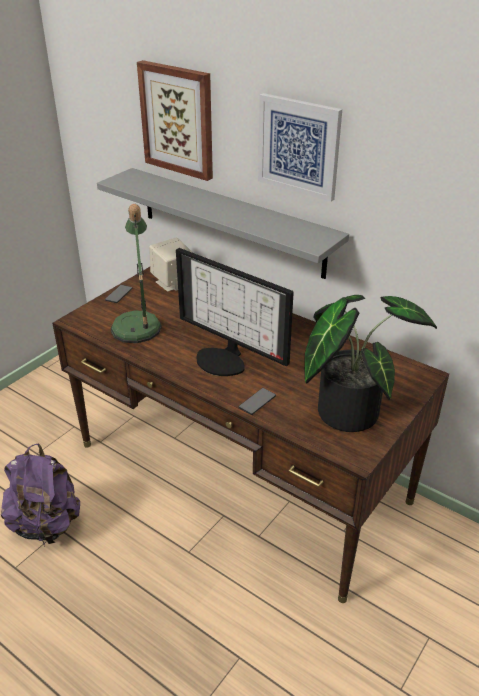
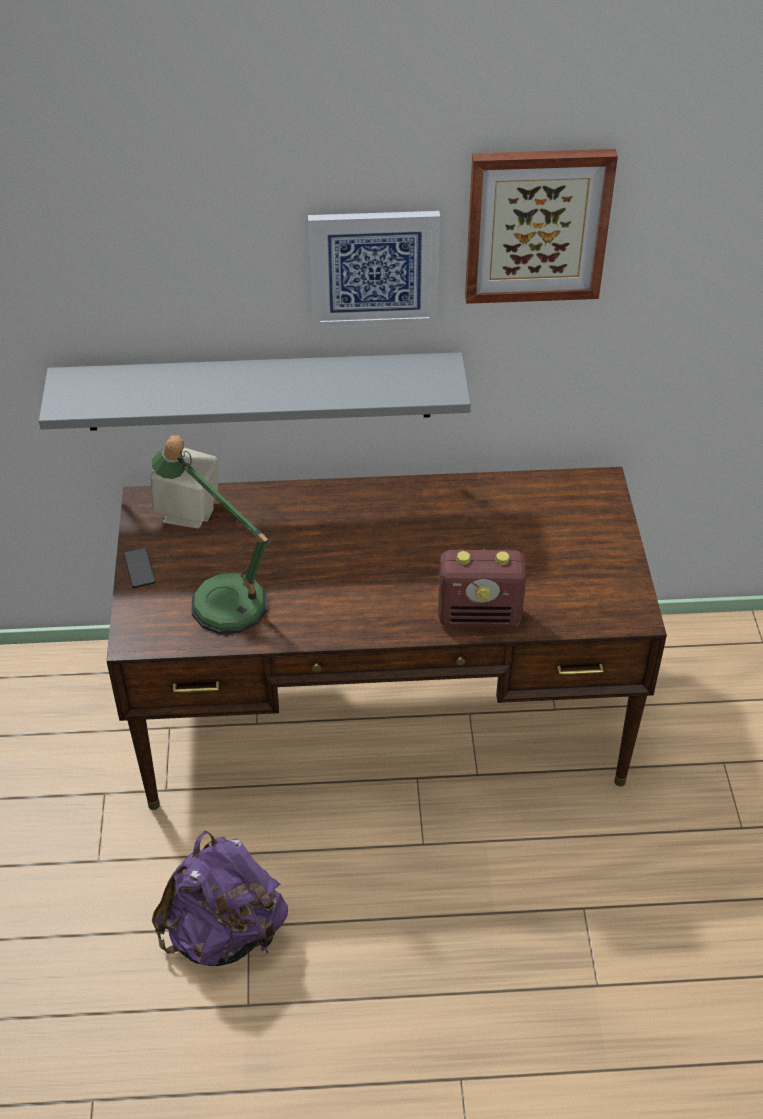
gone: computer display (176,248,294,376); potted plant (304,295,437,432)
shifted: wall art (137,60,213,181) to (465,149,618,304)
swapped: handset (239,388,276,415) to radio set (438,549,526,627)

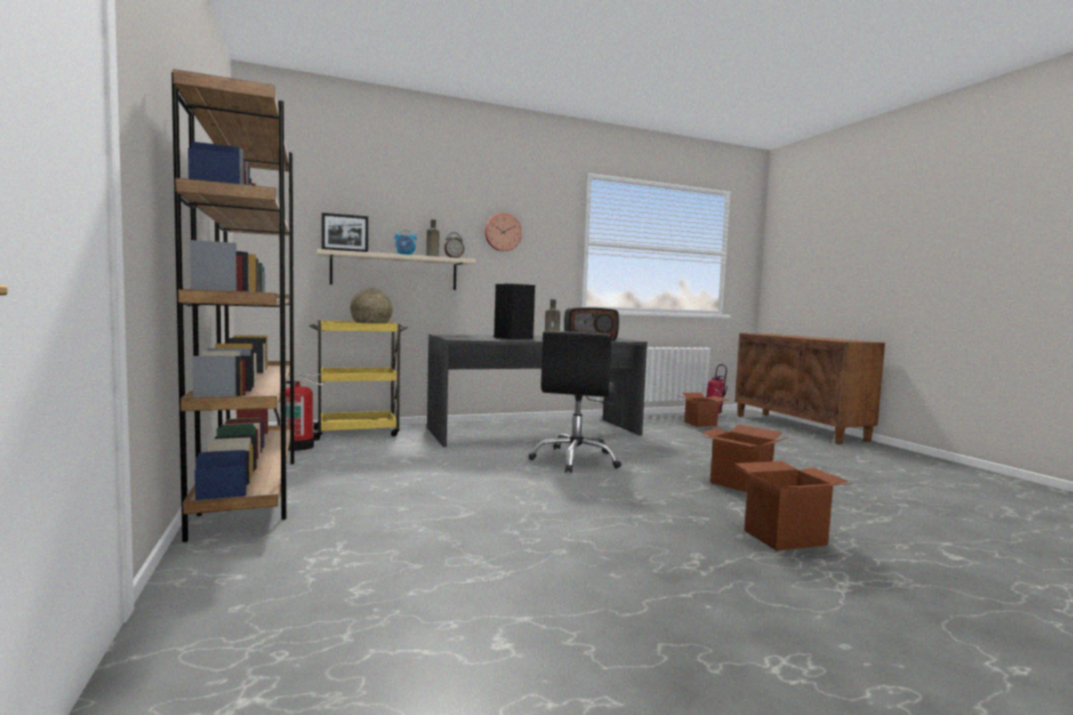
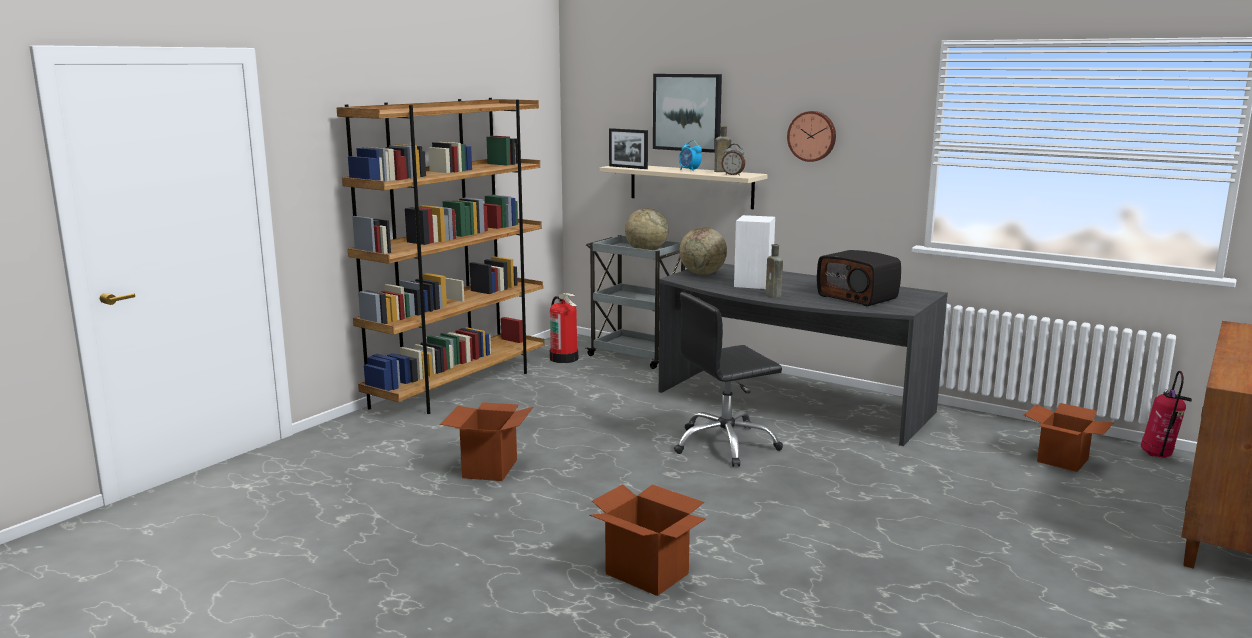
new: wall art (653,74,722,153); world globe (679,227,727,275)
shifted: cardboard box (701,424,787,492) to (440,402,533,481)
repainted: black-coloured loudspeaker (494,284,535,339) to whitish loudspeaker (734,215,775,289); yellow wheeled cart (309,320,408,441) to grey wheeled cart (586,235,685,369)

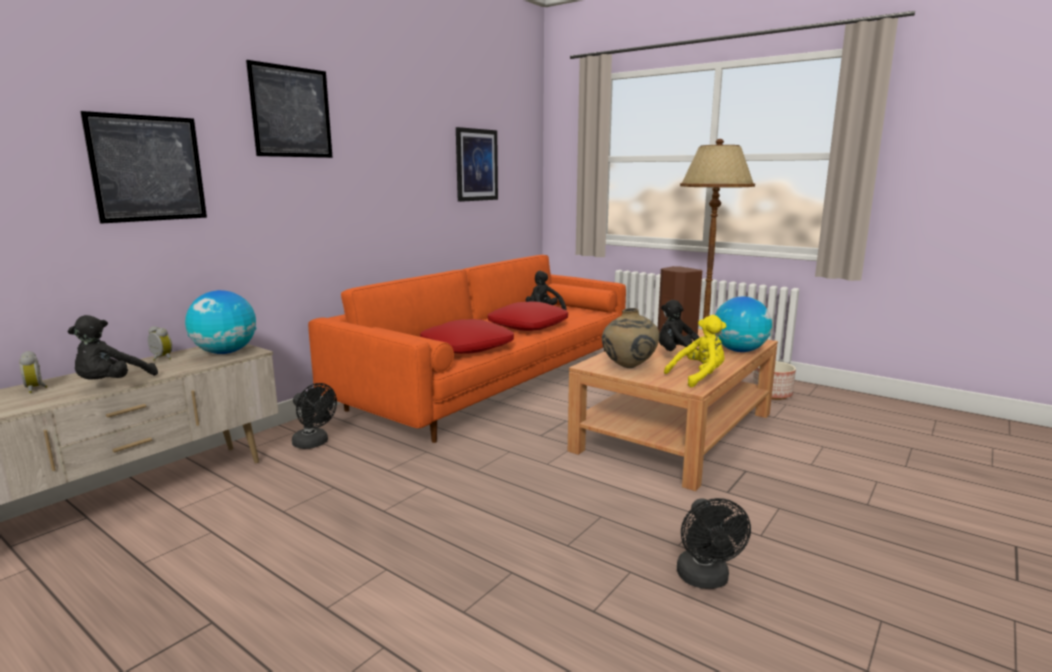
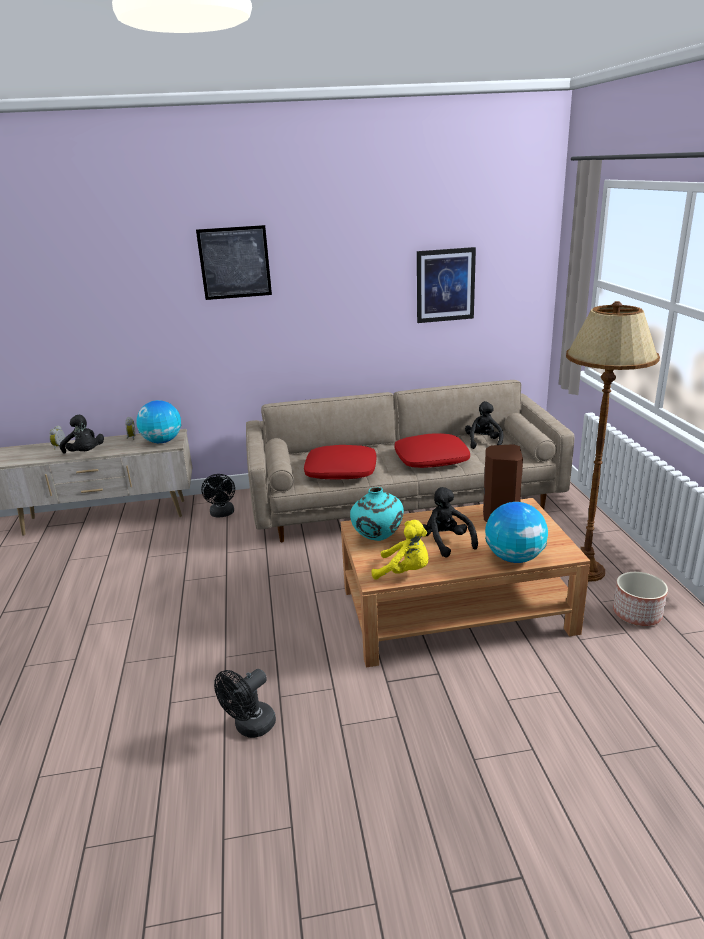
gone: wall art (80,111,207,224)
repainted: orangey sofa (308,255,626,443) to beige-coloured sofa (246,380,574,542); beige-coloured vase (602,308,659,368) to blue-green vase (350,487,404,541)
rotated: black-coloured cuddly toy (68,315,158,380) = (60,415,104,454) 105 degrees counterclockwise

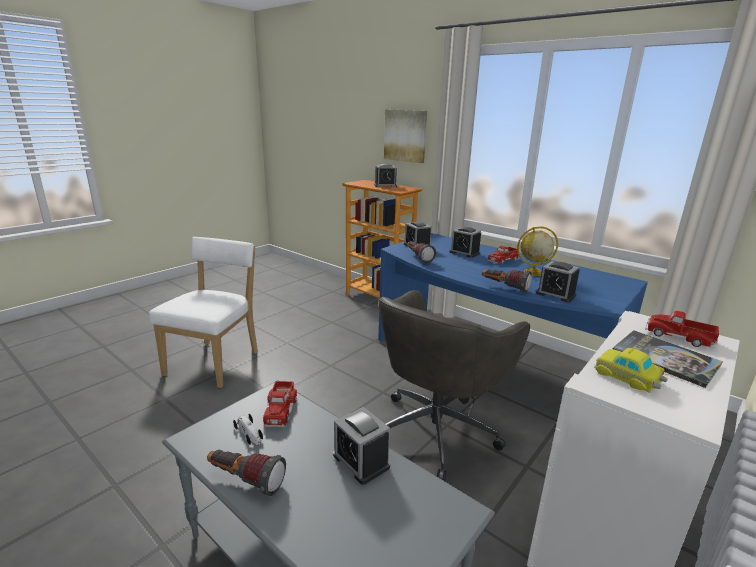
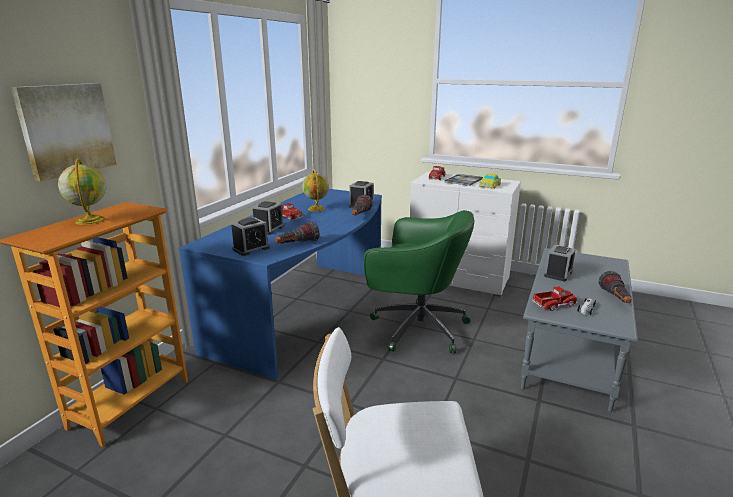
swapped: bedside clock (374,164,397,187) to world globe (58,158,106,225)
repainted: grey computer chair (378,290,530,481) to green-coloured computer chair (364,210,475,353)

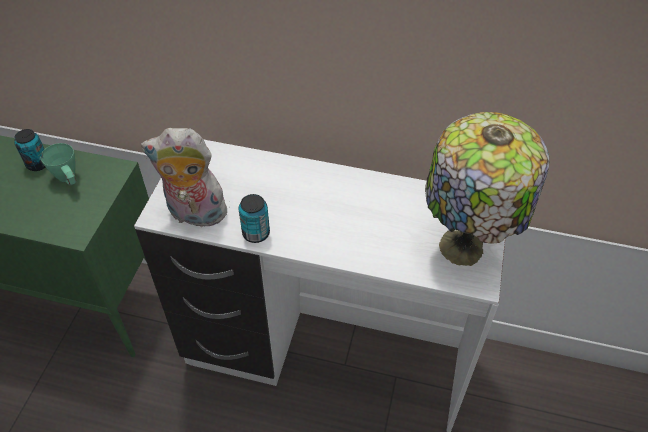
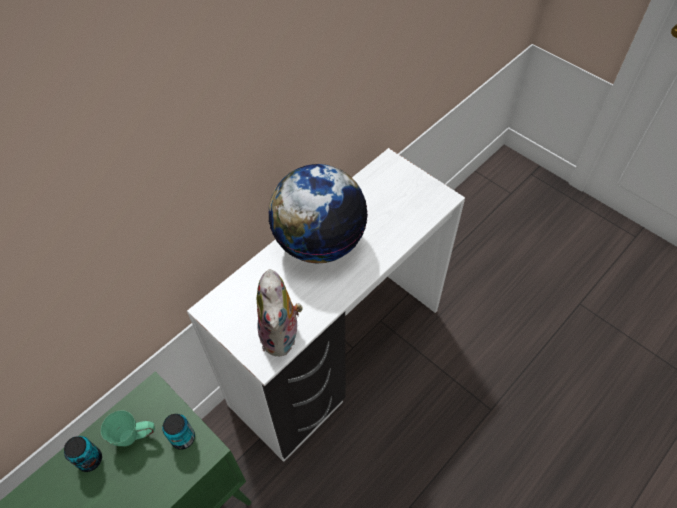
gone: table lamp (425,112,549,266)
new: world globe (268,164,368,263)
shifted: metal can (239,194,270,243) to (162,414,195,450)
rotated: cuddly toy (141,128,233,231) = (257,269,303,357) 45 degrees counterclockwise

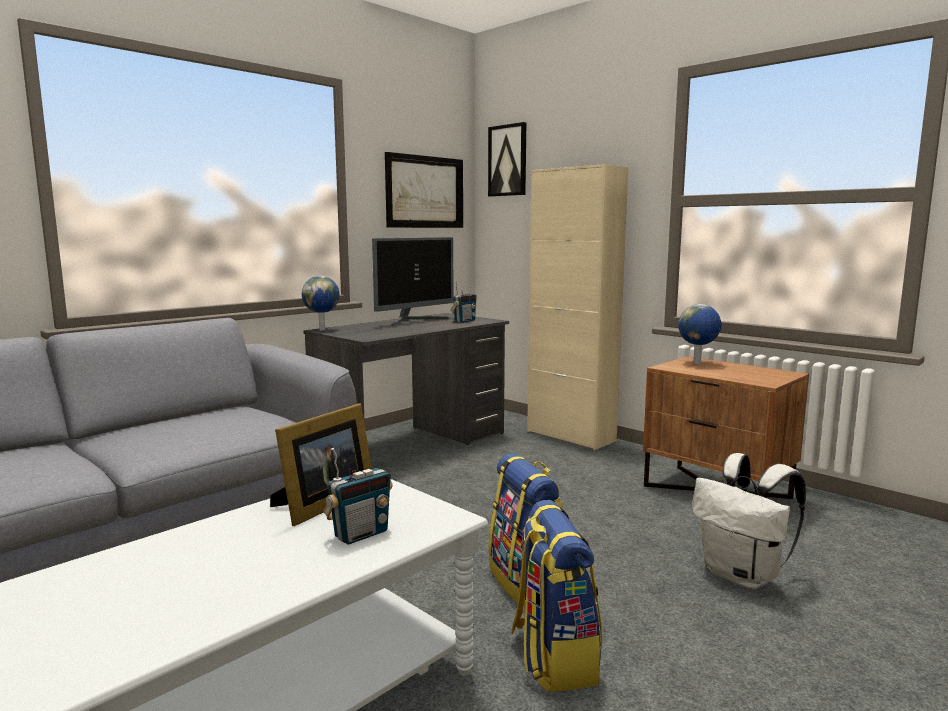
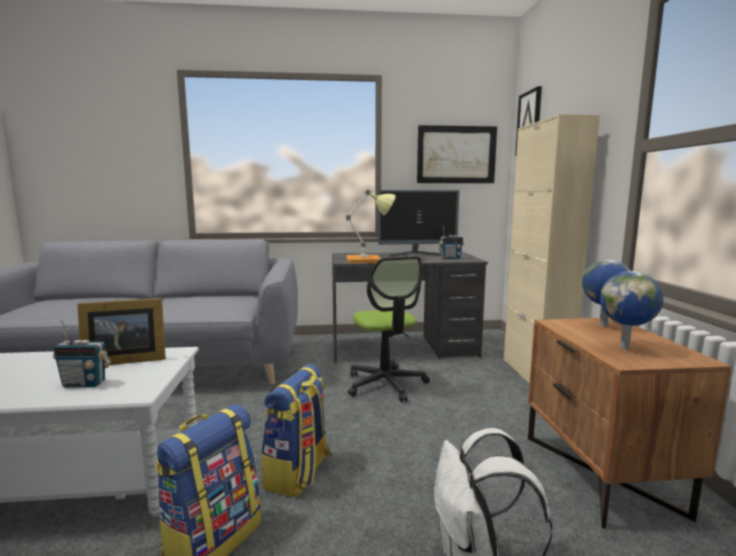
new: table lamp (346,190,396,263); computer chair (348,256,430,402)
shifted: world globe (302,276,340,330) to (600,271,663,350)

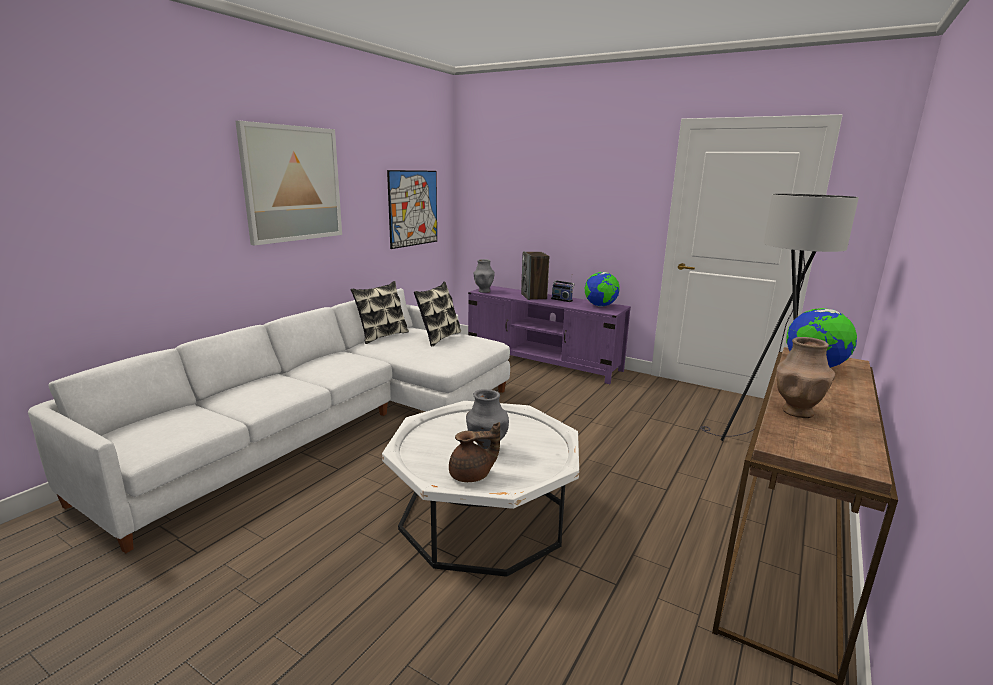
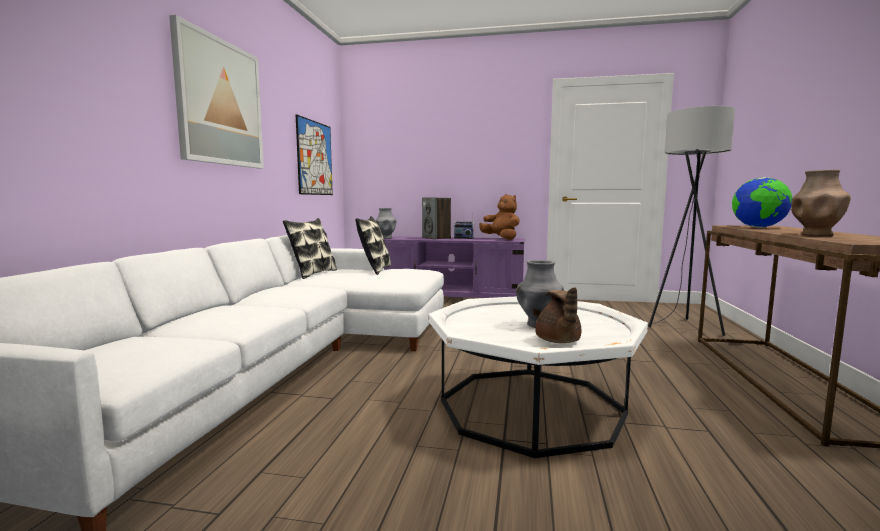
swapped: world globe (585,272,620,307) to brown cuddly toy (479,194,520,240)
rotated: brown pot for tea (449,422,500,482) = (535,287,581,343) 120 degrees clockwise

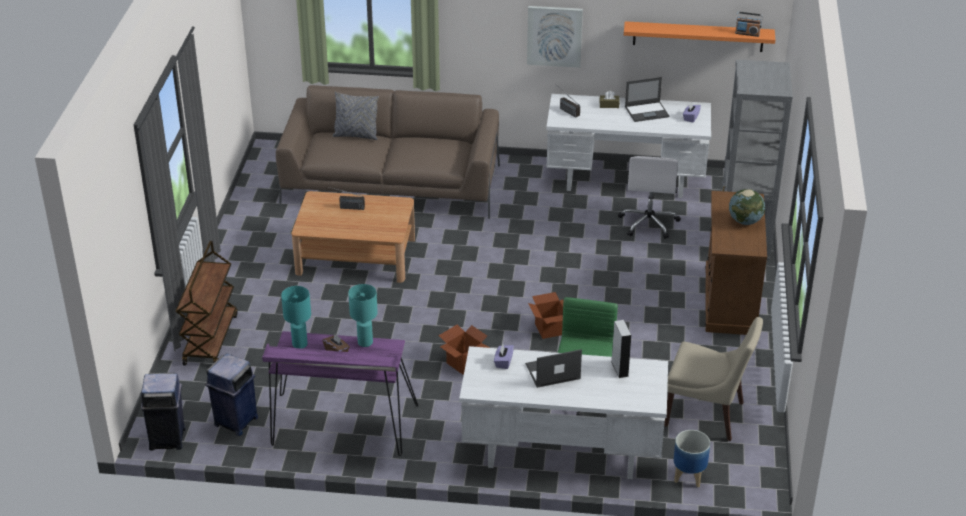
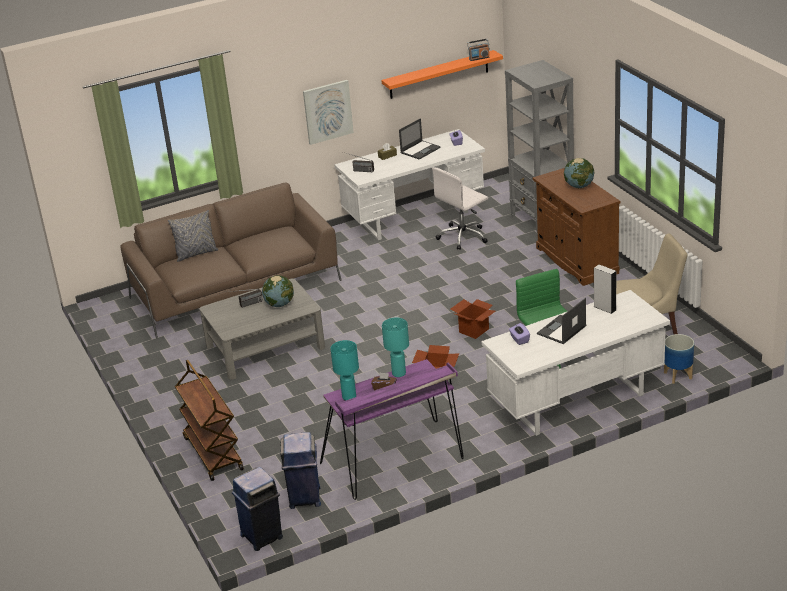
new: world globe (262,275,294,307)
repainted: brown coffee table (291,191,415,283) to grey coffee table (199,279,325,380)
rotated: whitish computer chair (618,156,681,239) = (432,167,488,250) 75 degrees clockwise

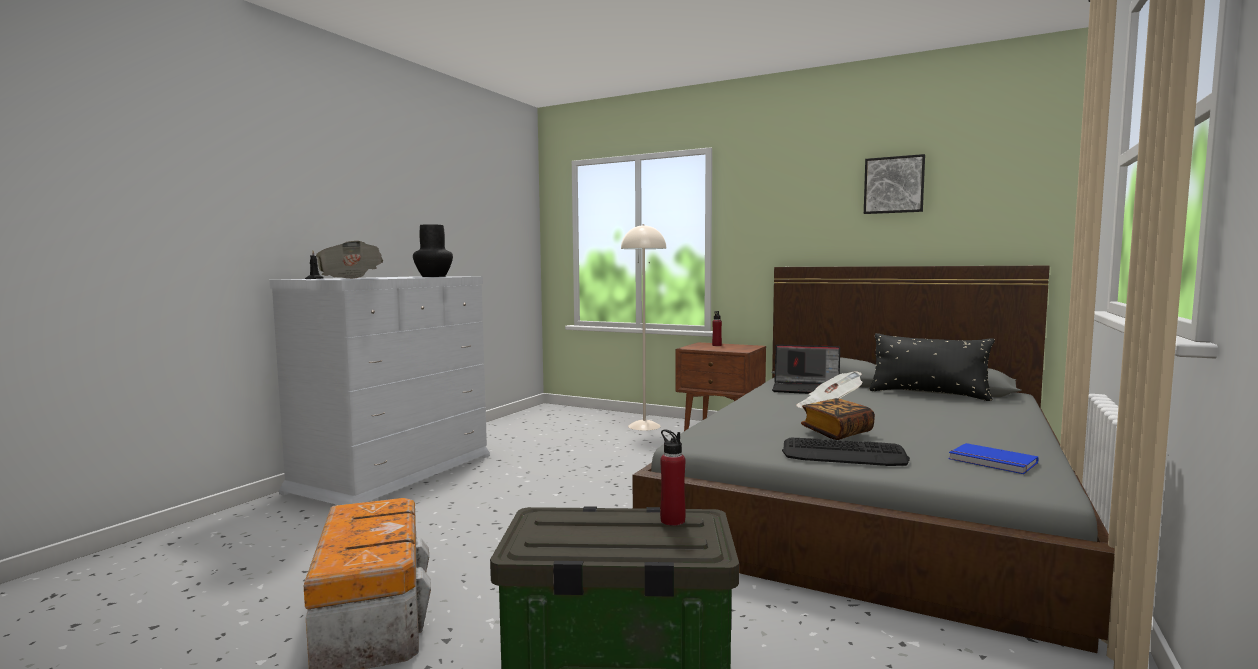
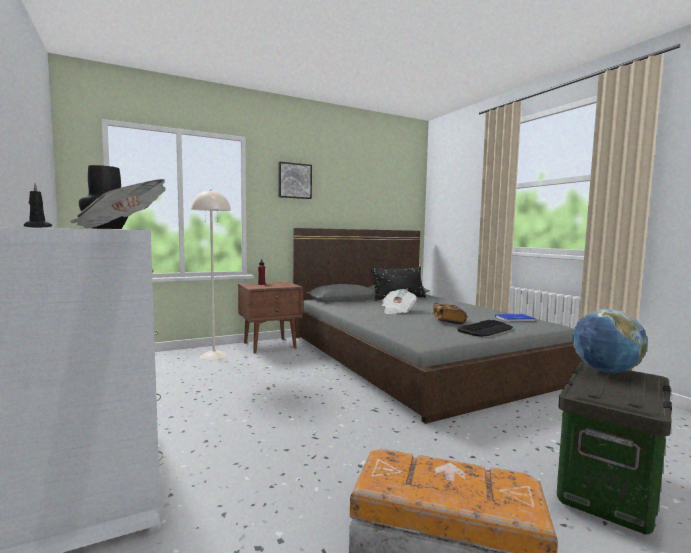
gone: notebook computer (772,344,840,394)
shifted: wall art (864,154,925,214) to (278,162,312,199)
swapped: red-coloured beverage bottle (660,429,686,526) to world globe (572,309,648,373)

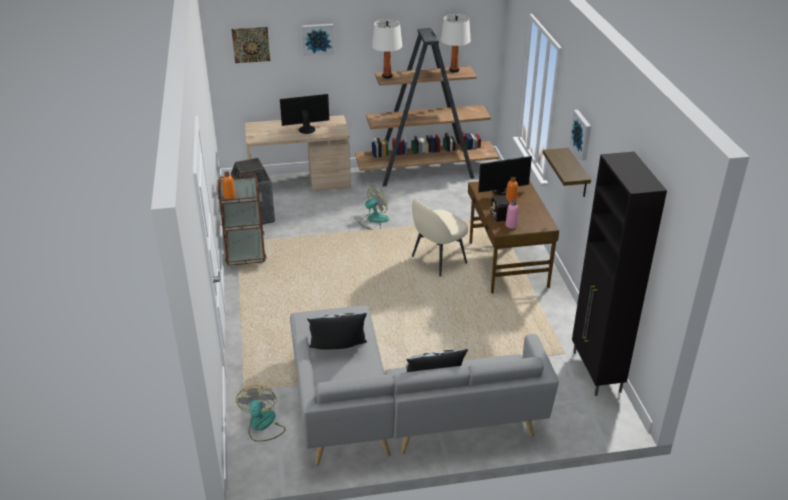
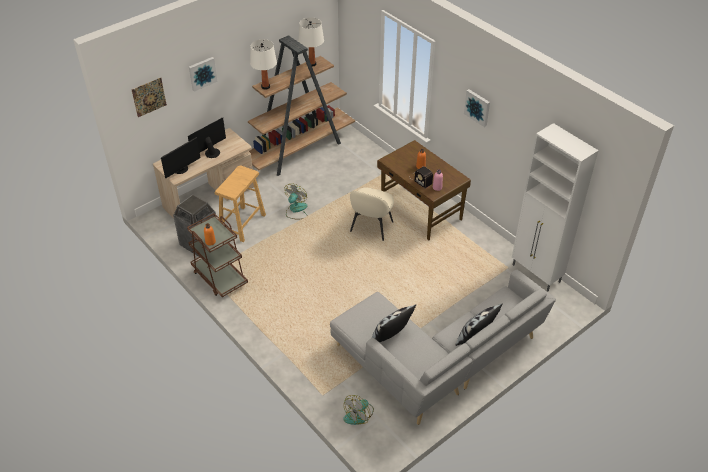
gone: bracket shelf (543,148,591,197)
new: beige-coloured stool (215,165,266,242)
shifted: computer display (478,156,532,195) to (161,137,200,178)
repainted: black-coloured cabinet (572,152,667,396) to whitish cabinet (512,123,599,291)
rotated: electric fan (236,386,286,442) = (343,395,374,425) 105 degrees counterclockwise

